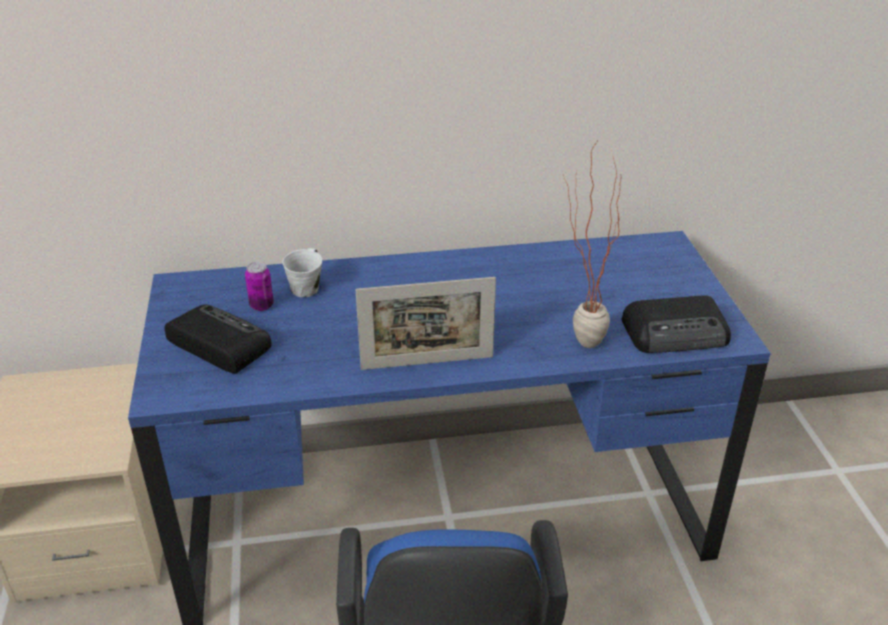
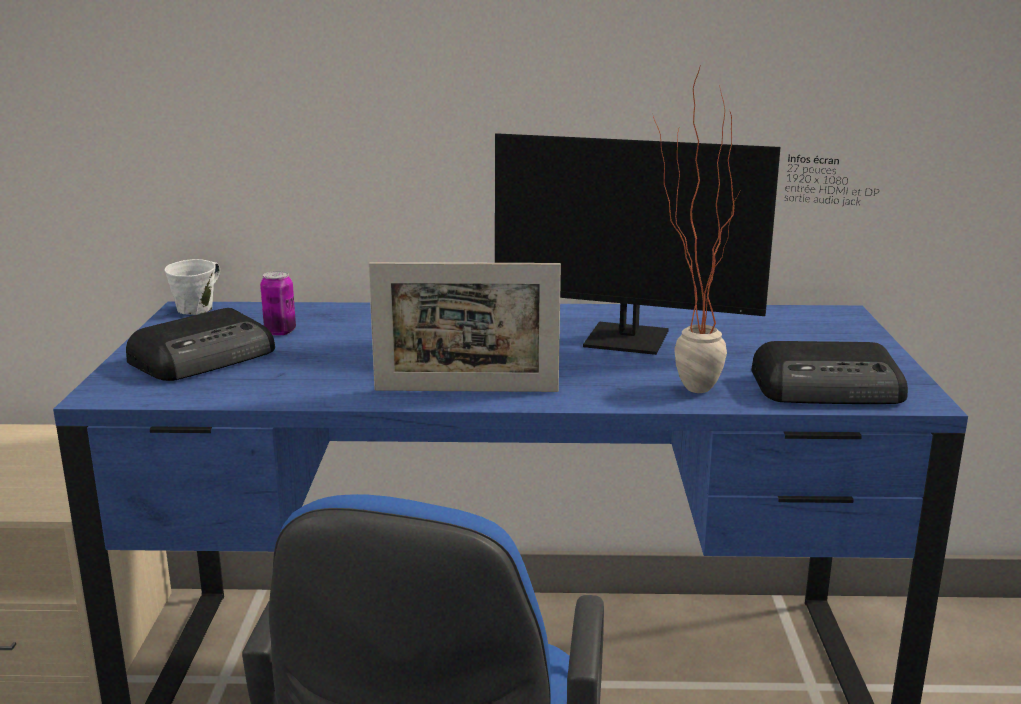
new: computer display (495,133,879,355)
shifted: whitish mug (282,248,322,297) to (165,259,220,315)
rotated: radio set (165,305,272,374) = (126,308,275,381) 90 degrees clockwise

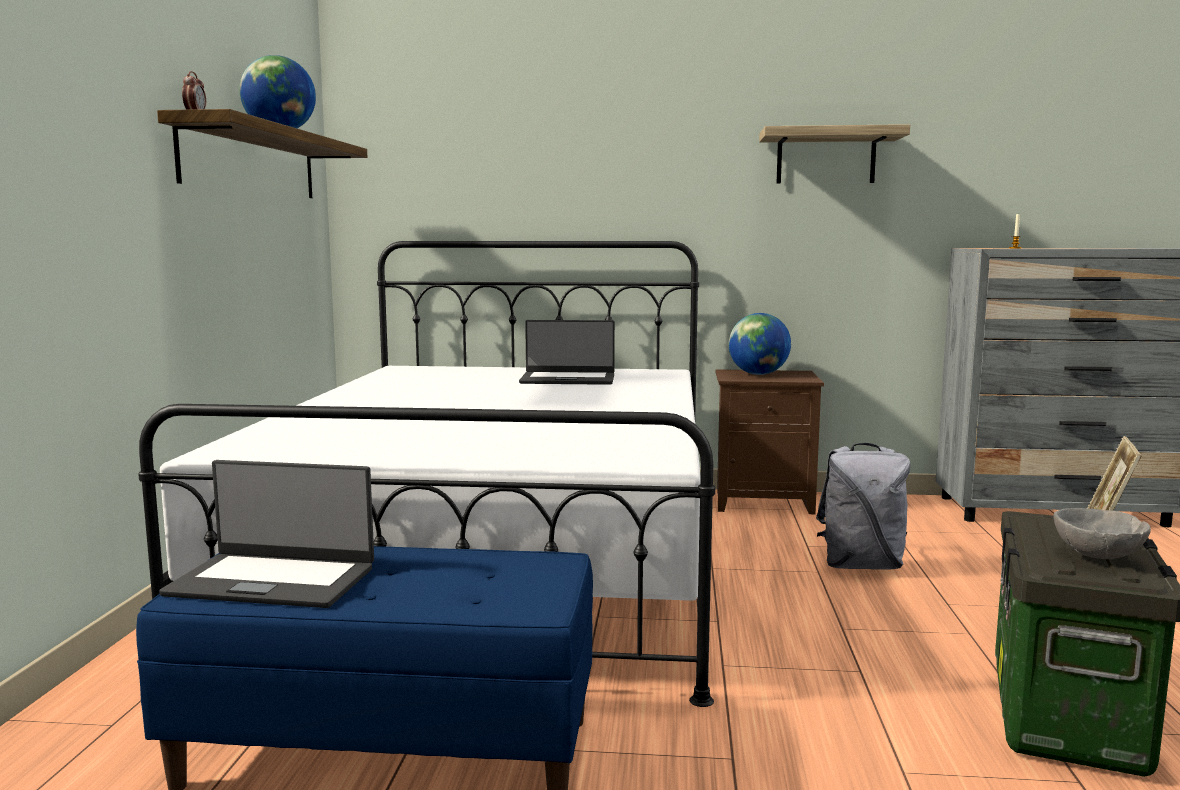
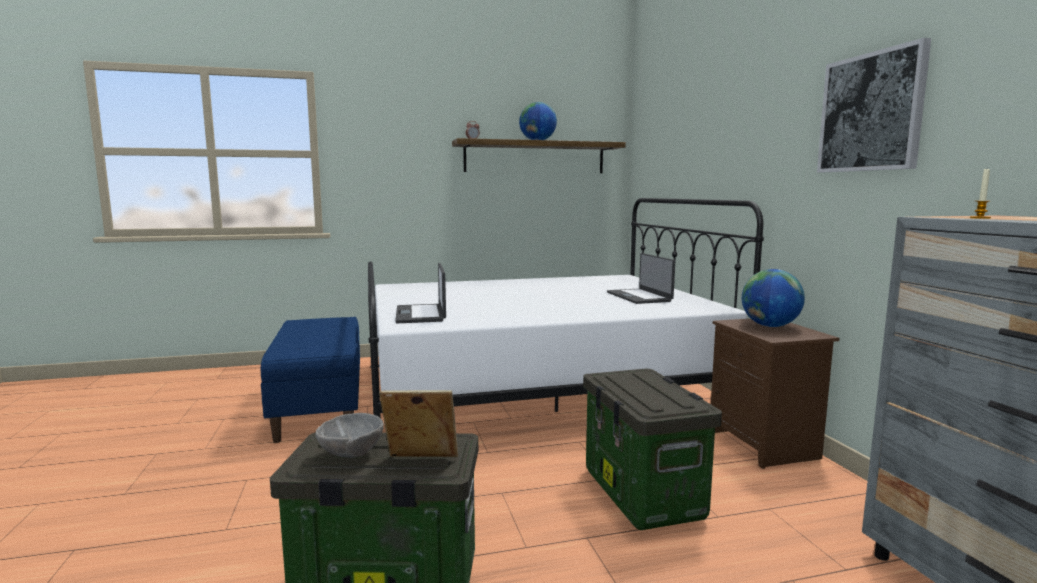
shifted: notebook computer (159,460,374,608) to (395,263,446,323)
swapped: bracket shelf (759,124,910,184) to wall art (817,38,931,172); grey rucksack (816,443,910,570) to storage container (583,369,722,530)

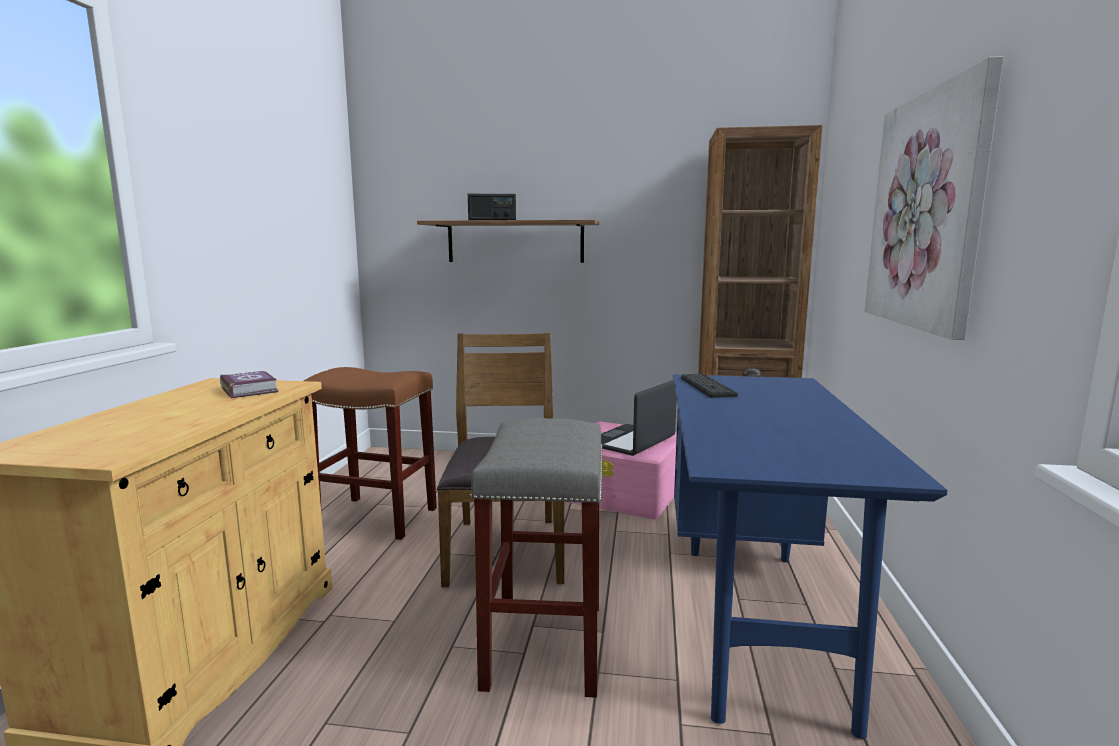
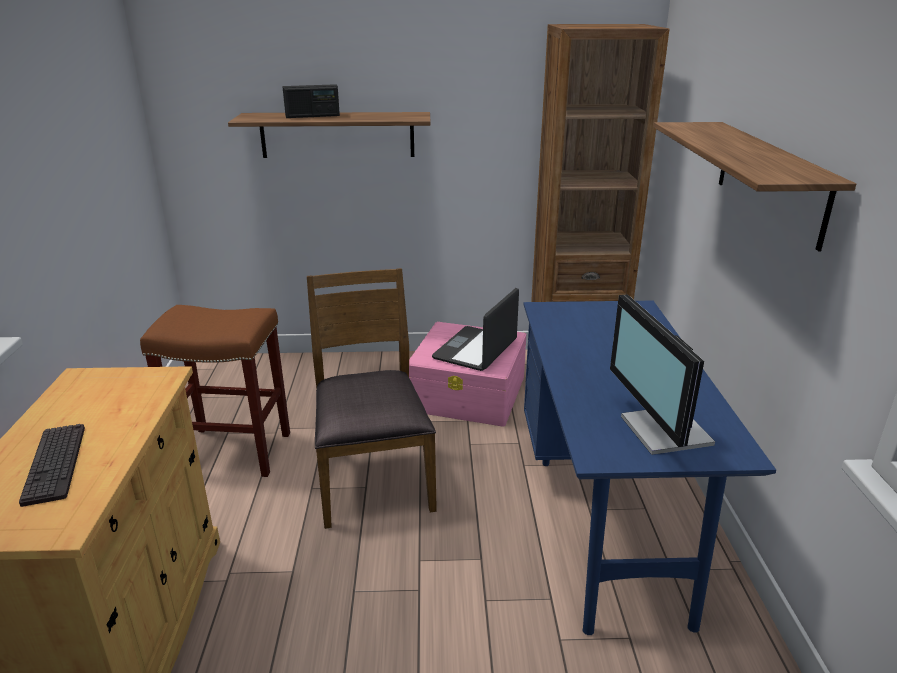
gone: volume (220,371,279,398); grey stool (470,418,602,698)
new: computer display (610,294,715,455)
shifted: computer keyboard (681,374,738,398) to (19,424,85,507)
swapped: wall art (865,56,1004,340) to bracket shelf (654,122,856,251)

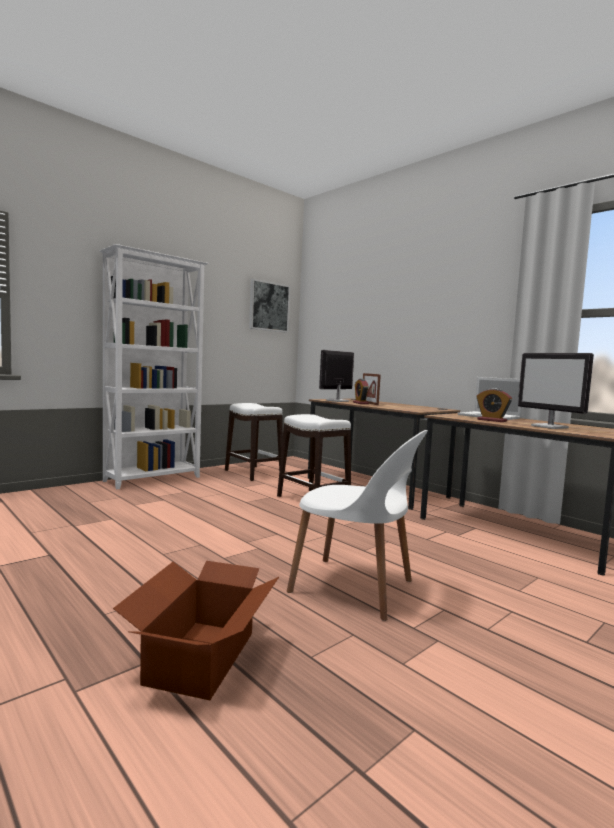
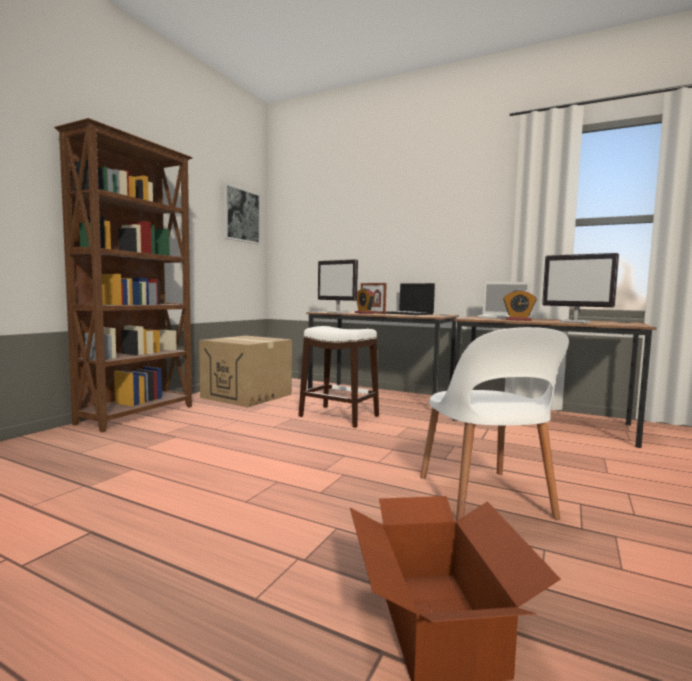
new: notebook computer (386,283,435,315)
swapped: whitish stool (225,403,283,481) to cardboard box (199,336,292,407)
repainted: whitish bookcase (99,244,209,489) to brown bookcase (54,118,193,432)
rotated: computer display (319,350,354,402) = (318,259,358,313) 75 degrees counterclockwise; whitish plain chair (287,430,428,621) = (420,327,569,521) 75 degrees clockwise

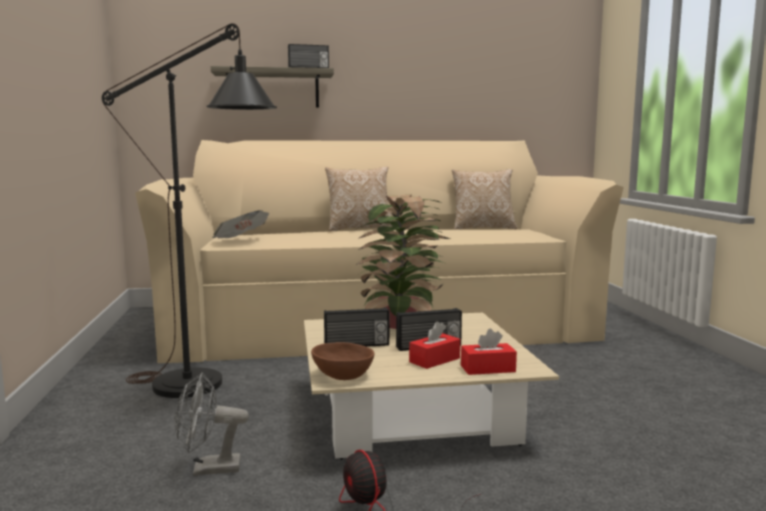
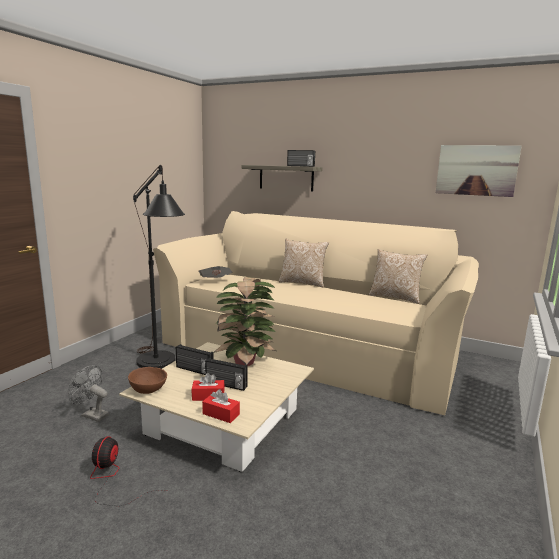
new: wall art (436,145,522,197)

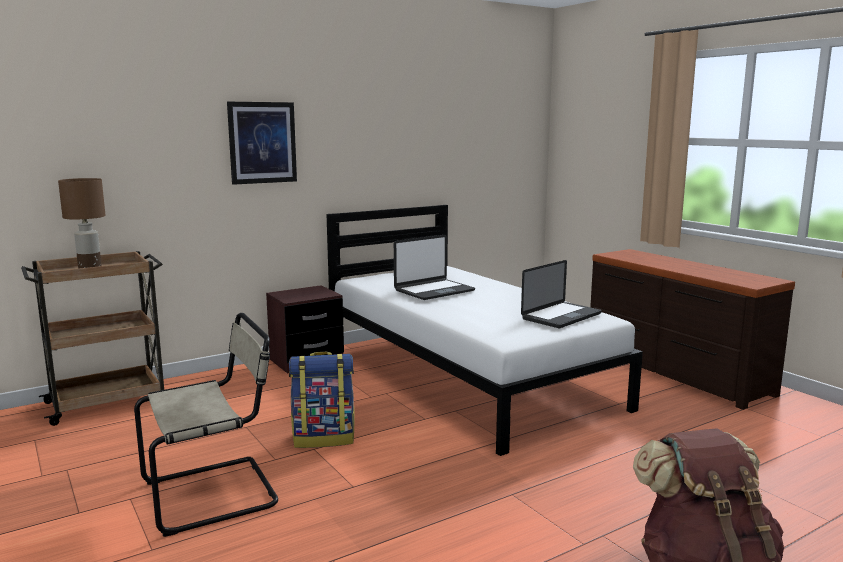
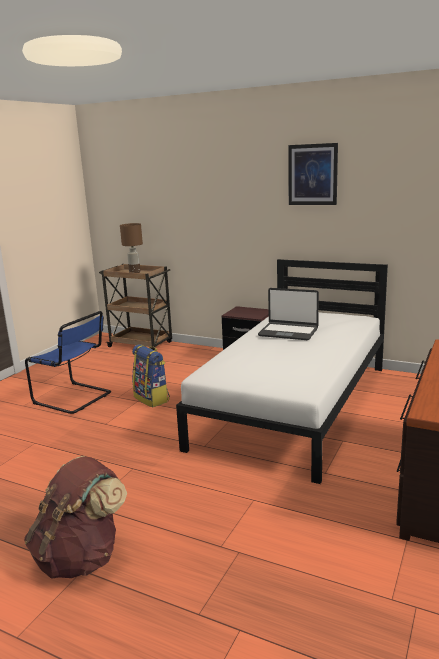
gone: notebook computer (521,260,602,328)
shifted: wall art (227,102,297,185) to (288,143,338,205)
repainted: beige-coloured plain chair (134,313,278,537) to blue-coloured plain chair (25,311,111,414)

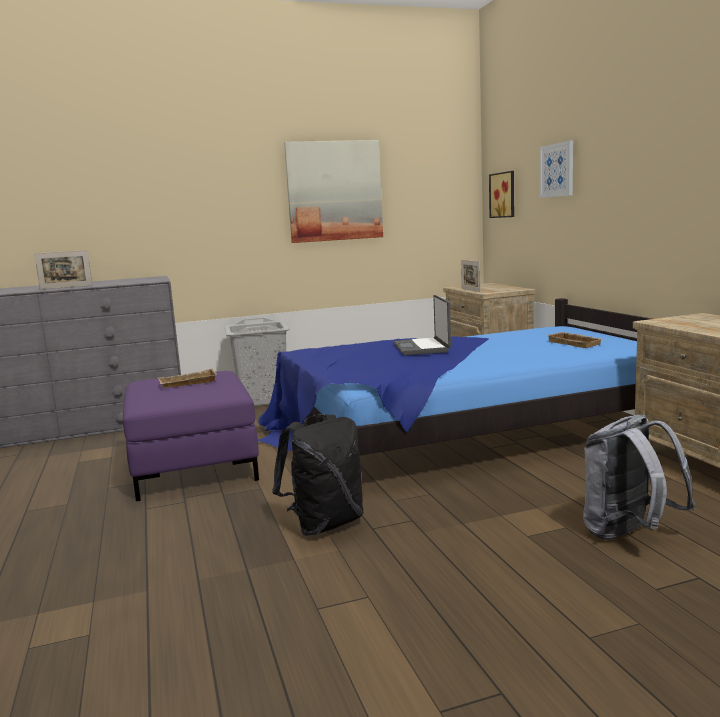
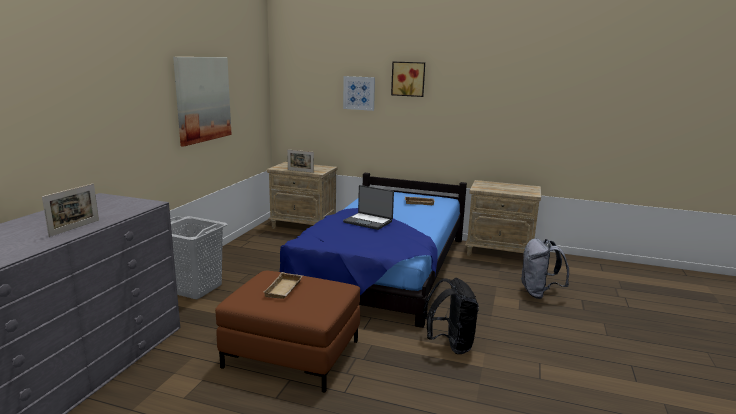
shifted: wall art (489,171,514,218) to (391,62,425,97)
repainted: purple ottoman (123,371,259,501) to brown ottoman (215,271,360,393)

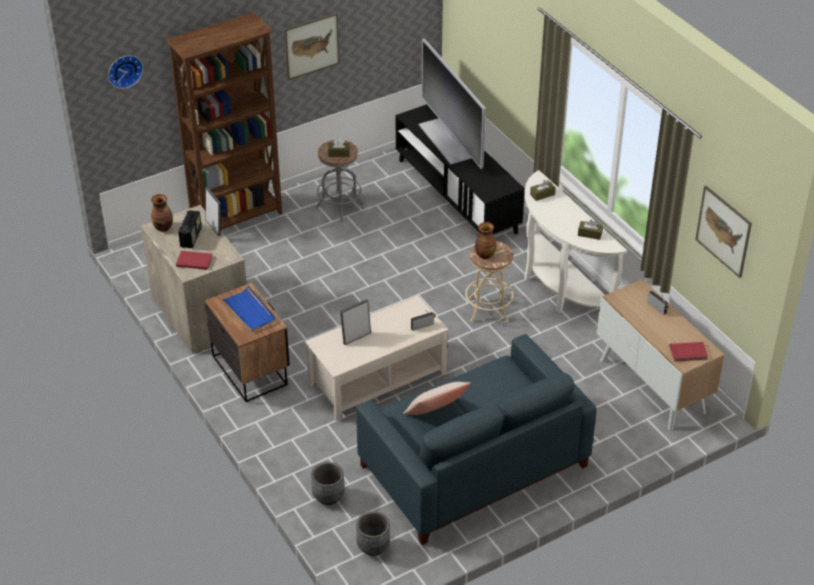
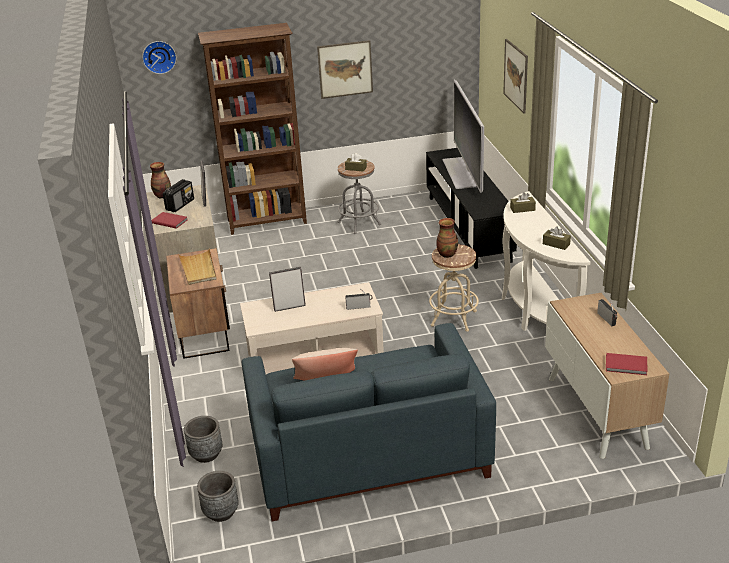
shifted: wall art (695,185,752,278) to (503,39,528,114)
repainted: blue-coloured tray (220,285,276,332) to beige-coloured tray (178,248,216,285)

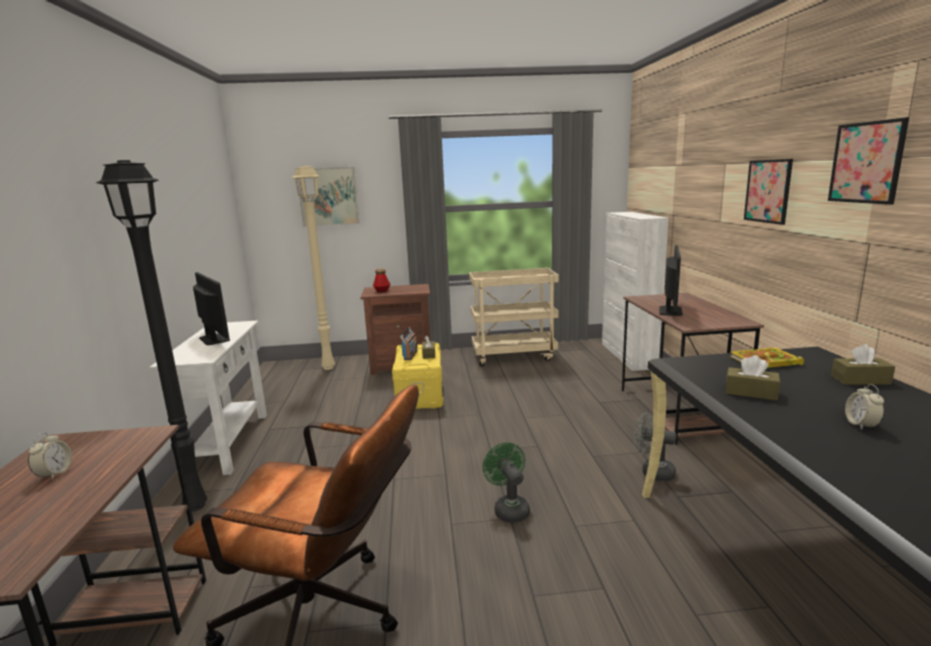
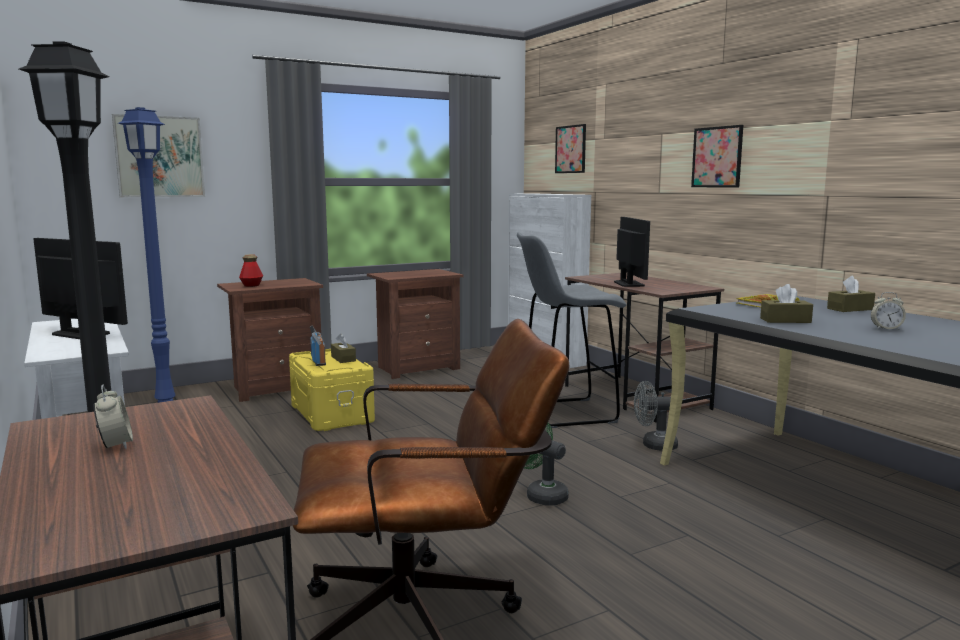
new: grey stool (517,232,627,428)
shifted: wall art (828,117,909,205) to (555,124,586,173)
swapped: beige-coloured wheeled cart (469,268,559,367) to brown night table (367,269,463,379)
repainted: beige-coloured floor lamp (291,165,335,370) to blue-coloured floor lamp (118,107,176,403)
rotated: bedside clock (845,384,885,430) = (871,292,906,330) 60 degrees counterclockwise

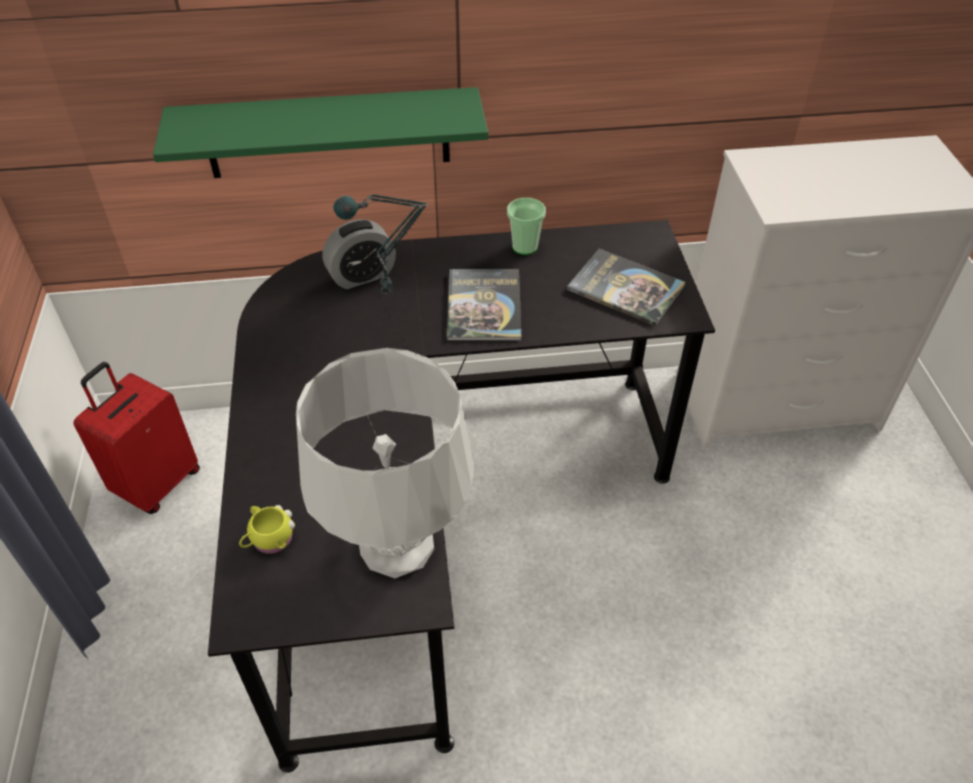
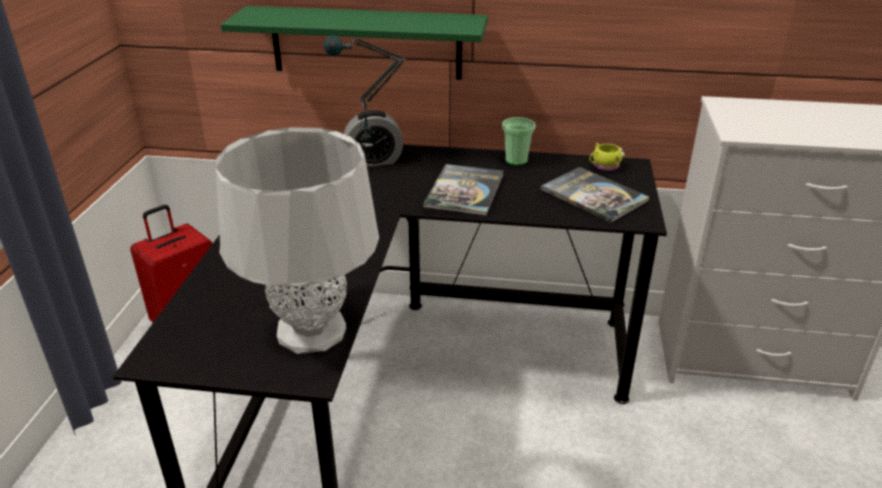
shifted: yellow mug (239,505,295,554) to (589,143,625,171)

